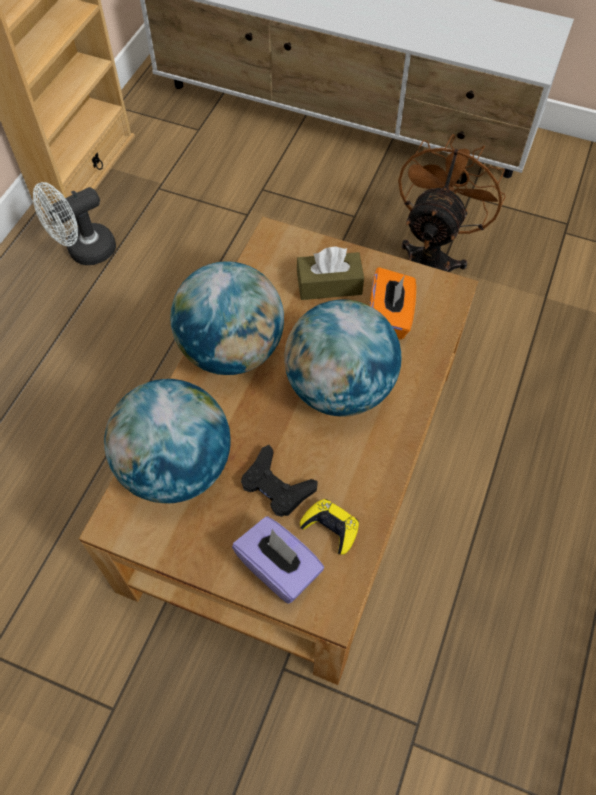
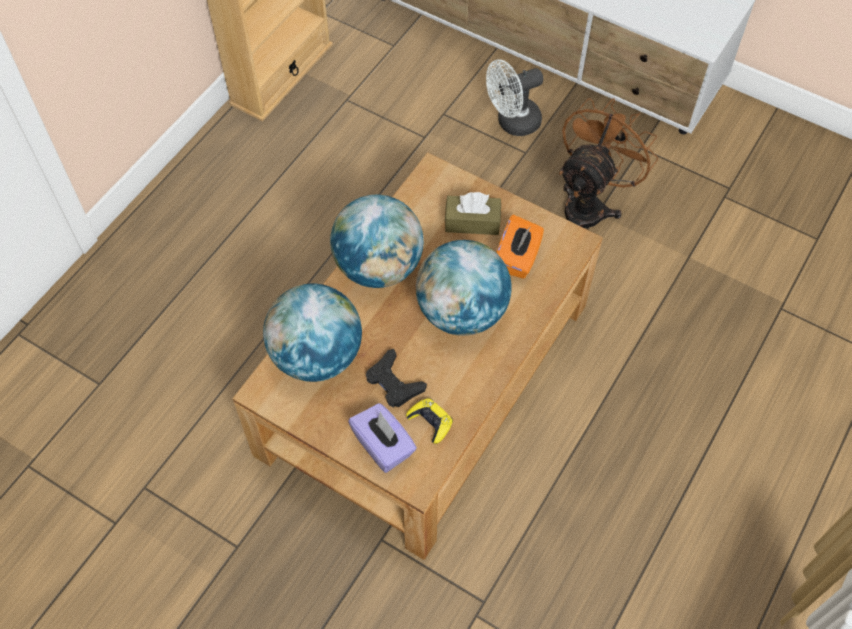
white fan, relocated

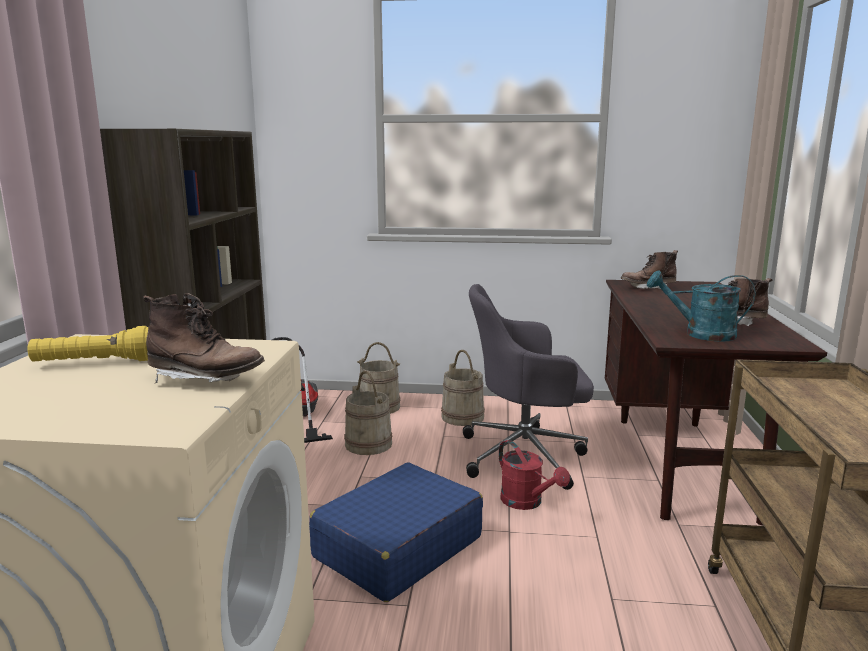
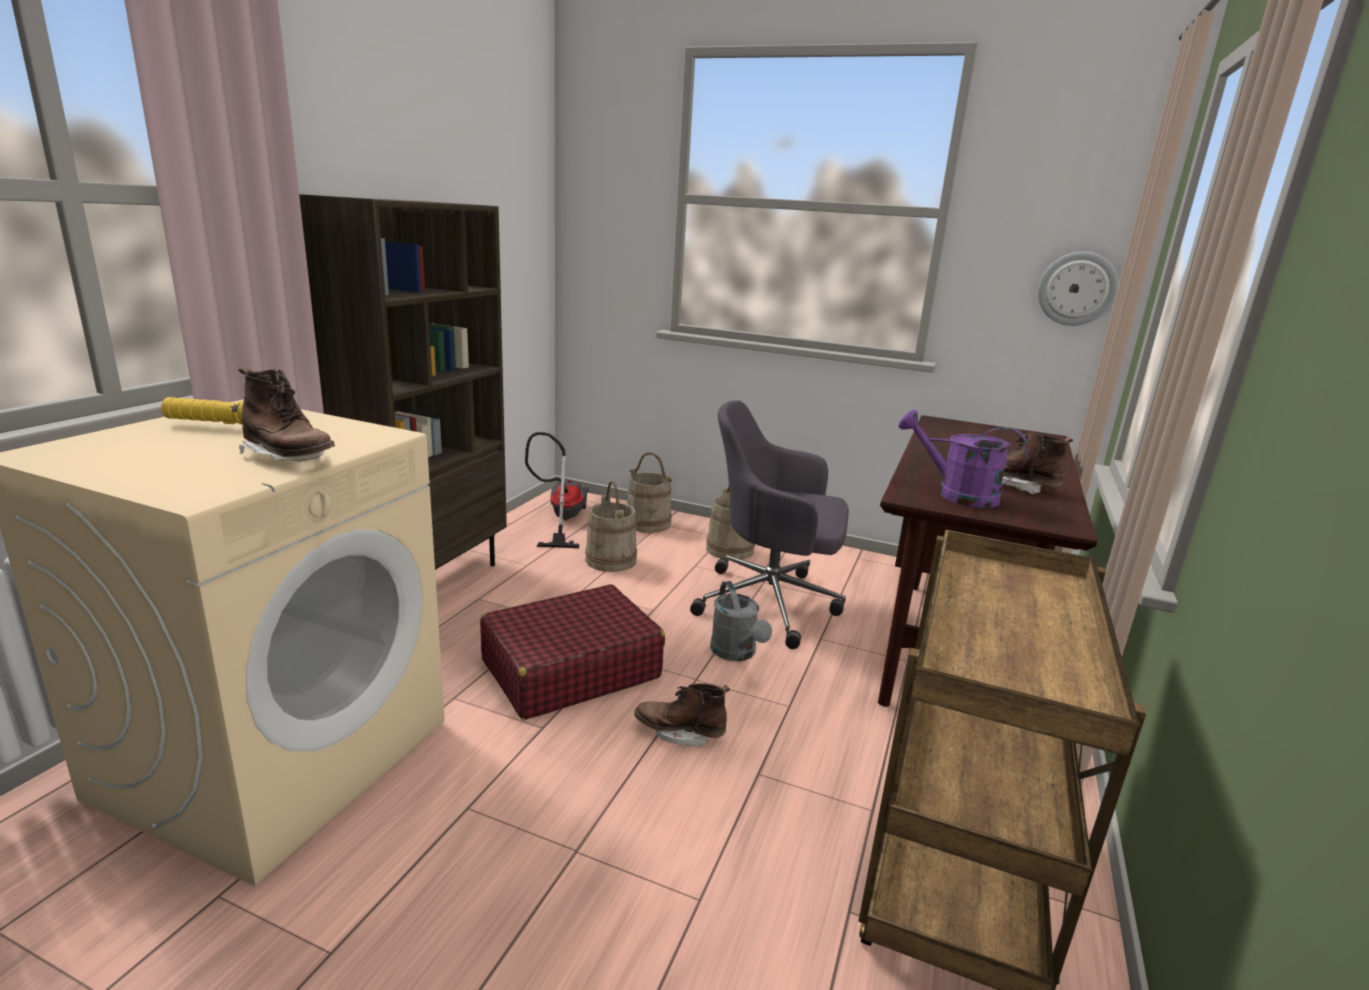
brown boot (no. 2 from left), relocated
turquoise watering can -> purple watering can
red watering can -> grey watering can
blue suitcase -> red suitcase
none -> wall clock

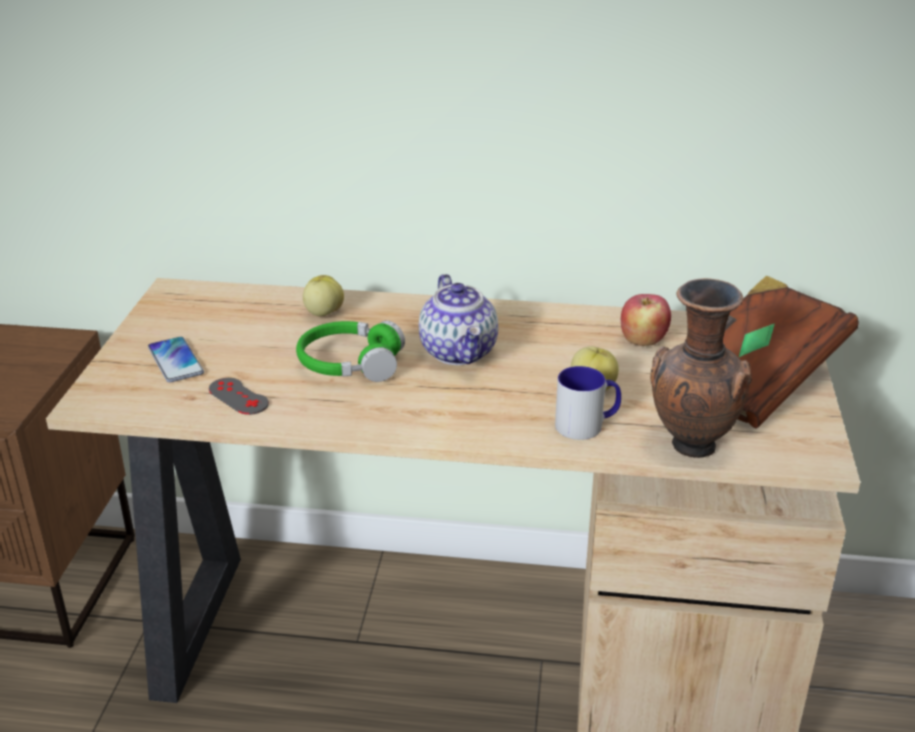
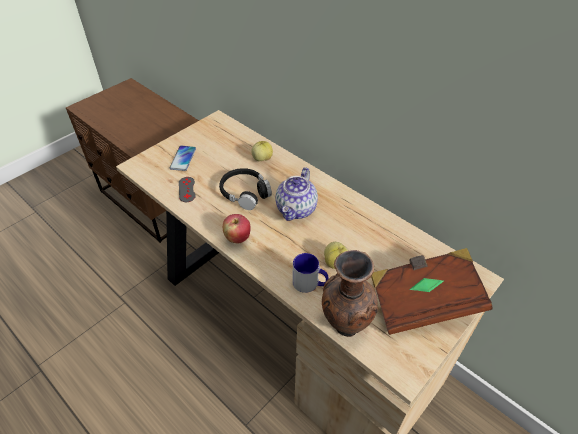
apple (no. 3 from left in the first image) -> apple (no. 1 from left), relocated
green headphones -> black headphones

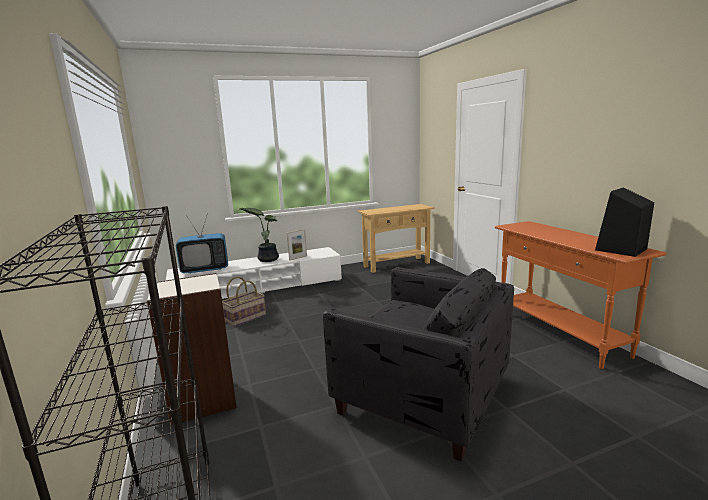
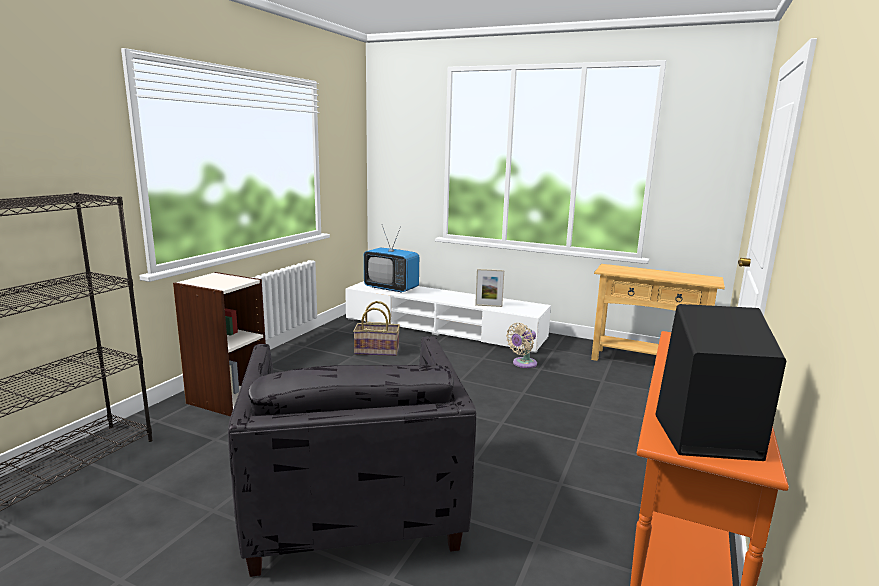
potted plant -> none
none -> beige fan

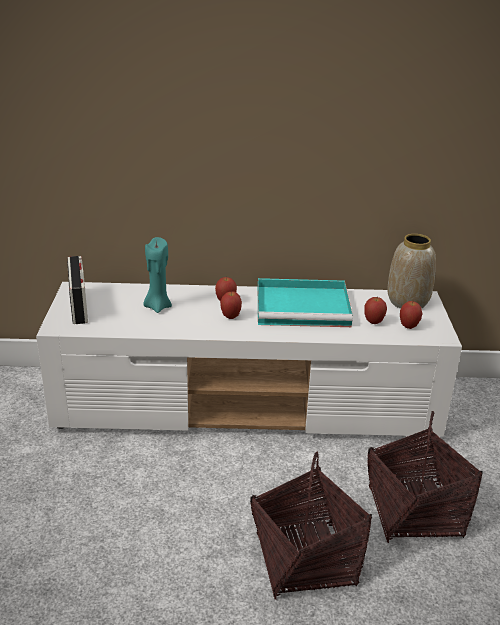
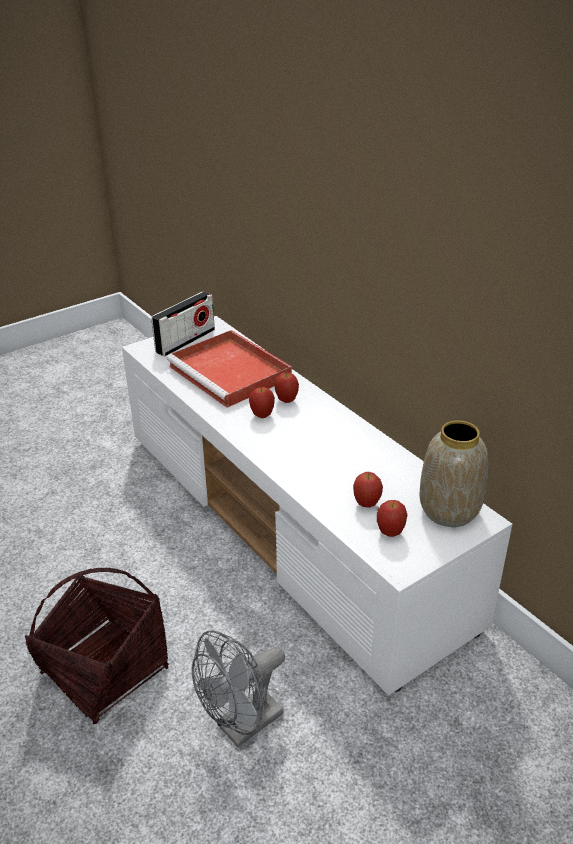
turquoise candle -> red tray
turquoise tray -> none
basket (no. 2 from left) -> grey fan

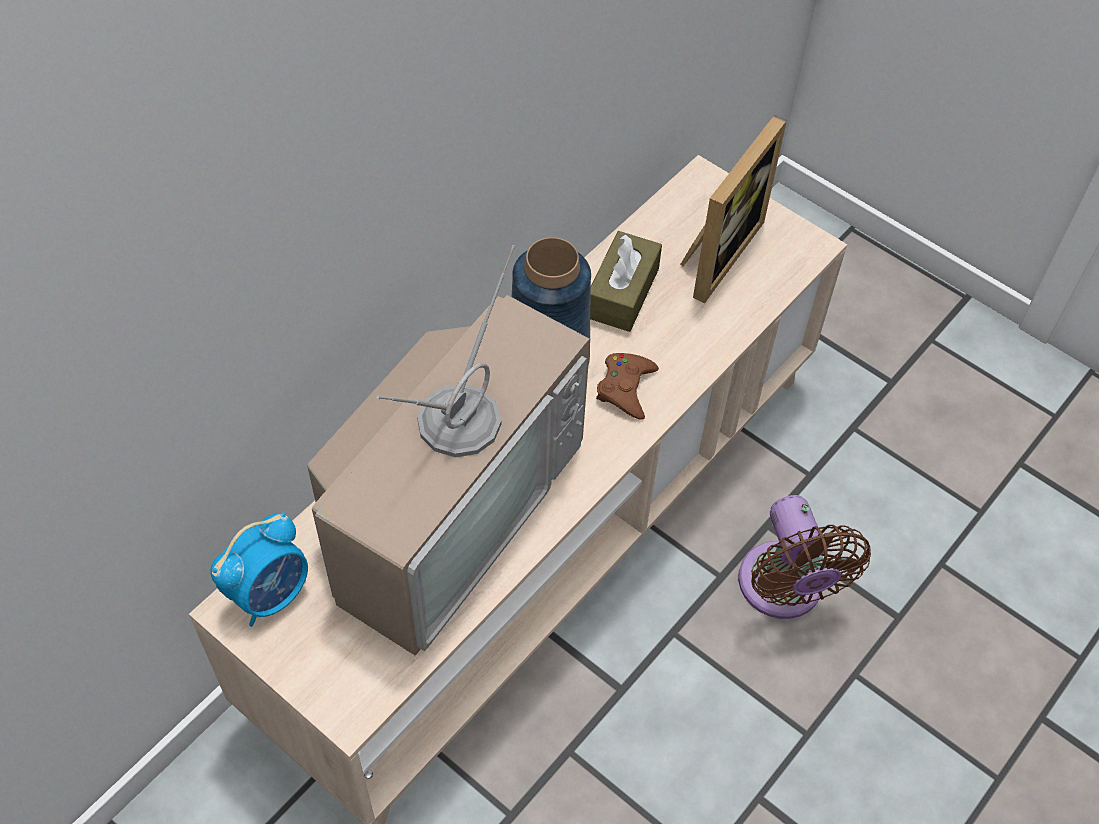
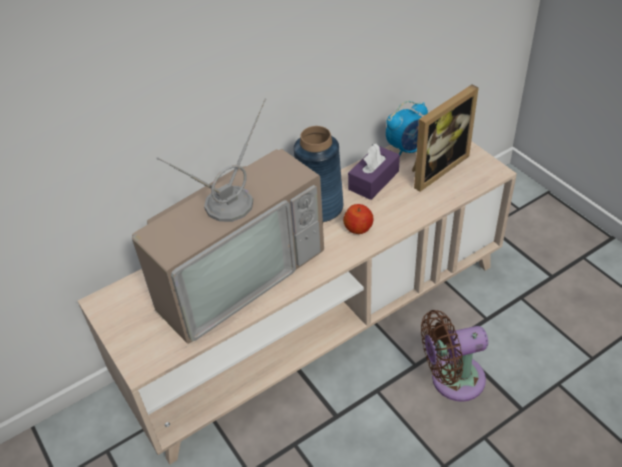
brown tissue box -> purple tissue box
brown game controller -> apple
brown fan, 75 degrees clockwise
alarm clock, relocated

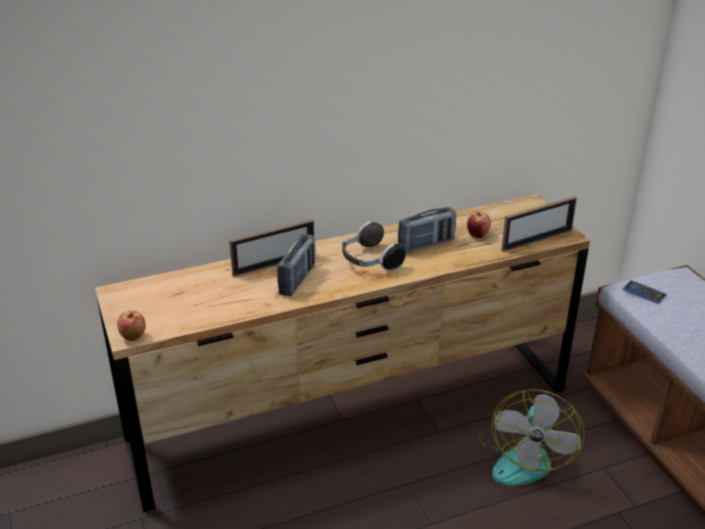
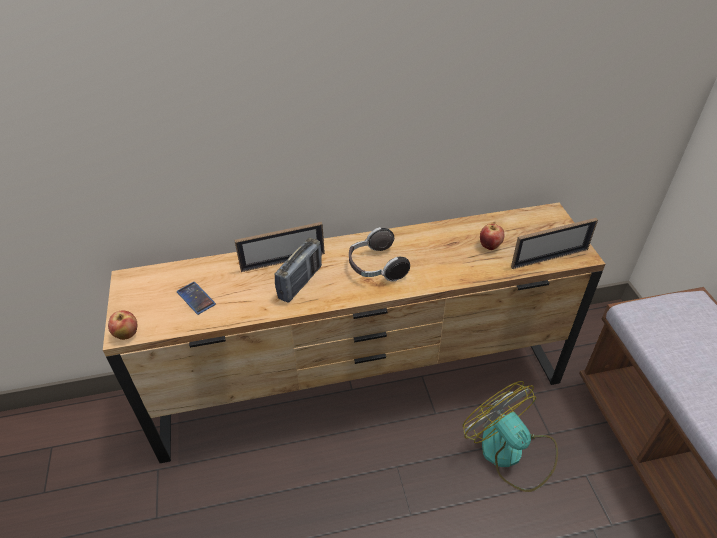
radio (no. 2 from left) -> none
phone, relocated
fan, 120 degrees clockwise

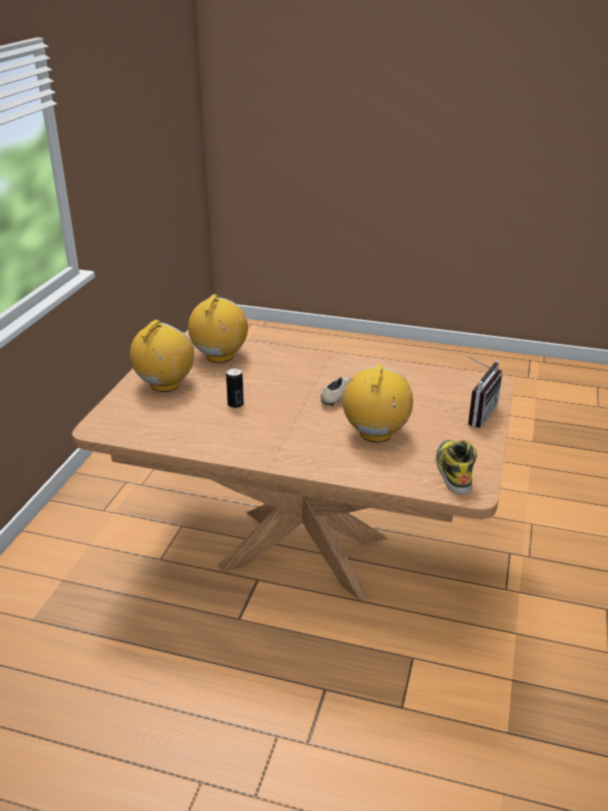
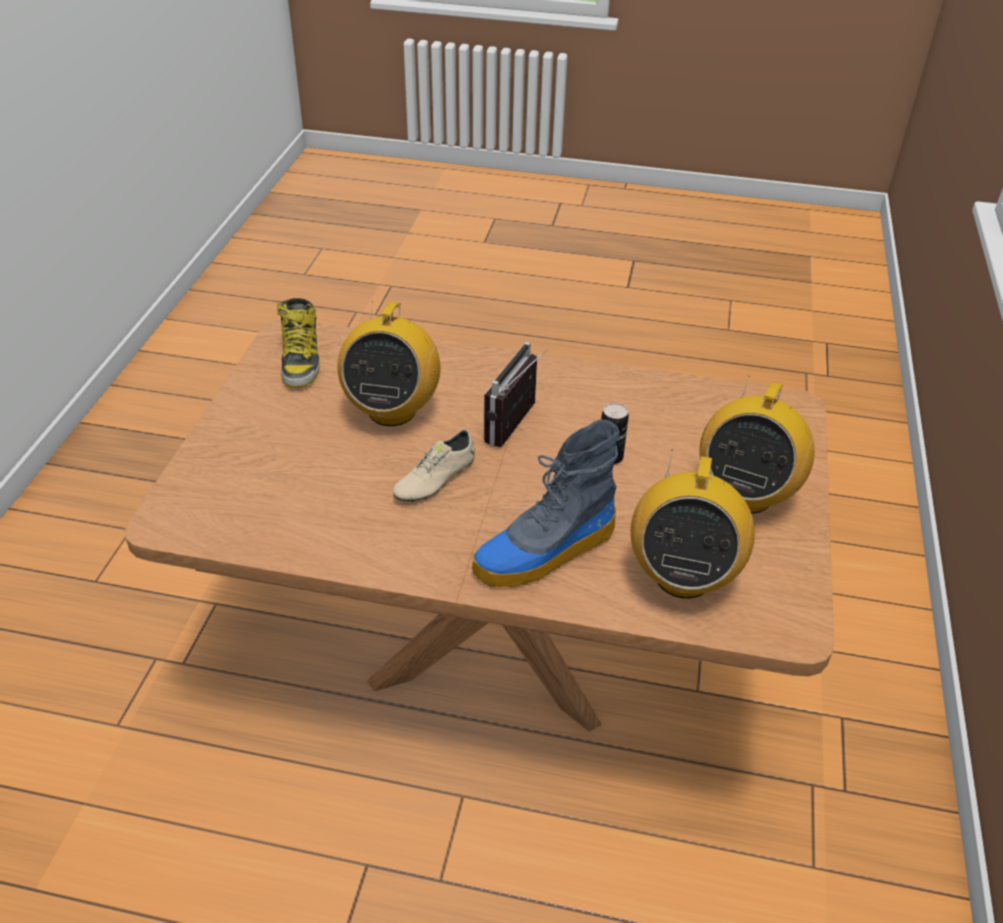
radio (no. 4 from left in the first image) -> radio (no. 2 from left), relocated
none -> boot (no. 2 from left)

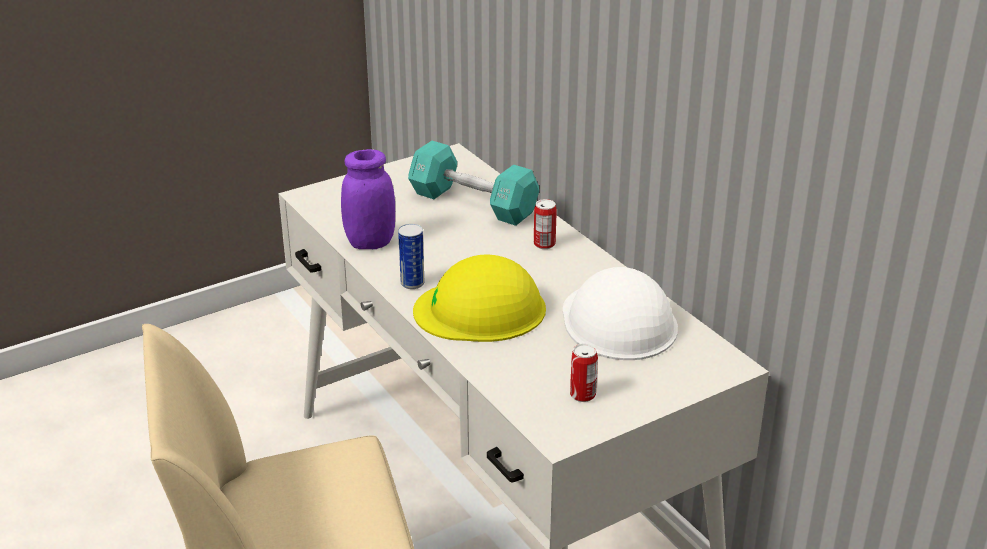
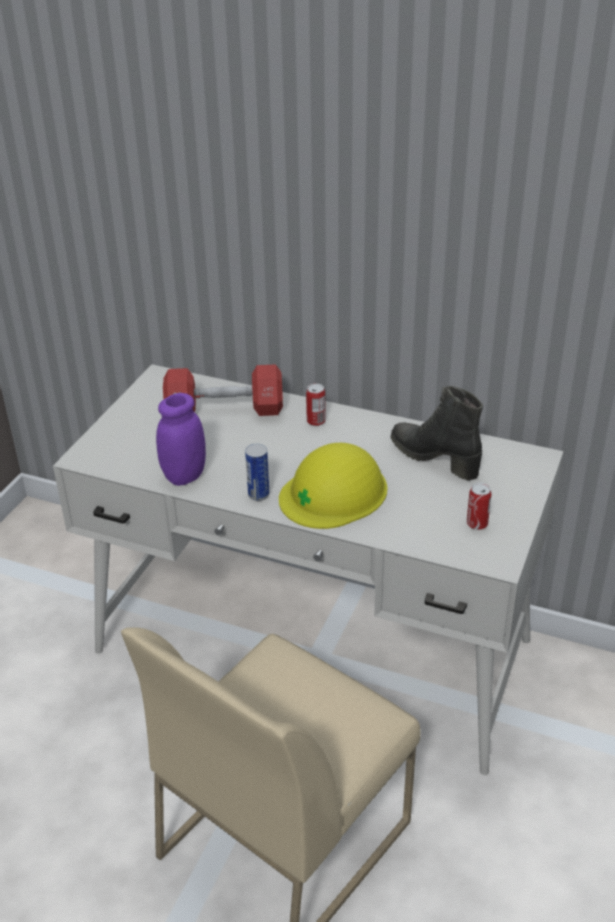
turquoise dumbbell -> red dumbbell
white hard hat -> black boot

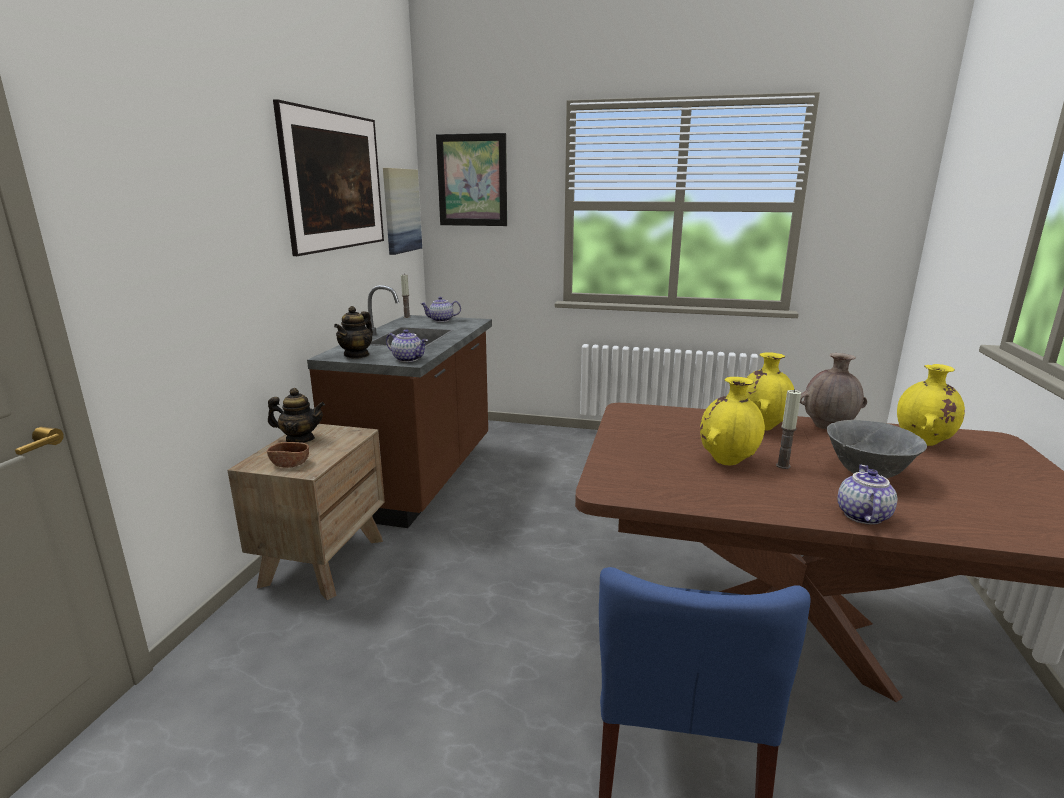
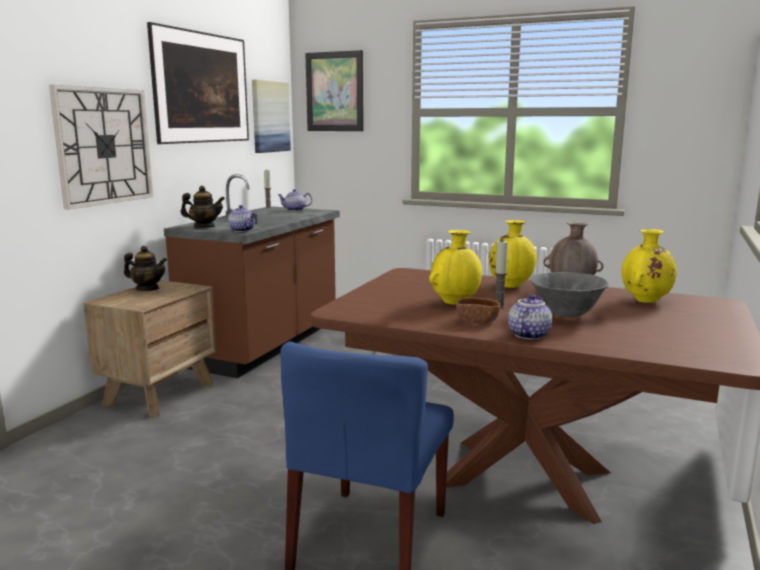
teapot (no. 2 from left), 120 degrees counterclockwise
brown bowl, relocated
none -> wall clock

